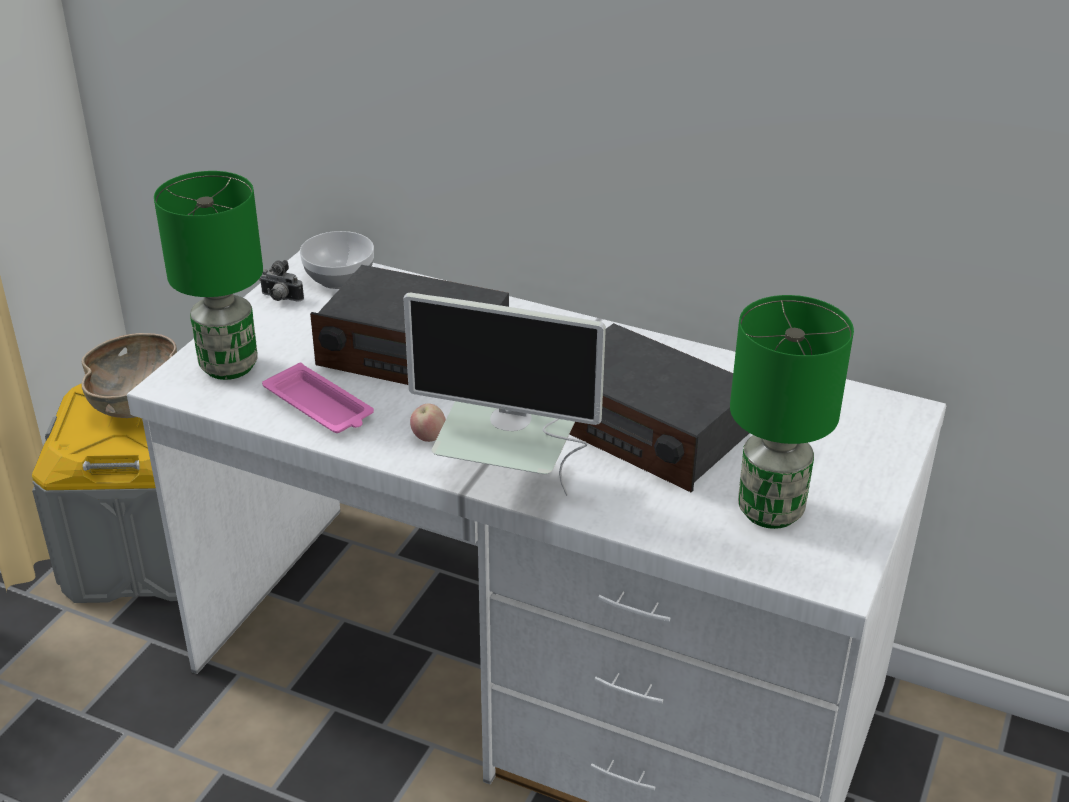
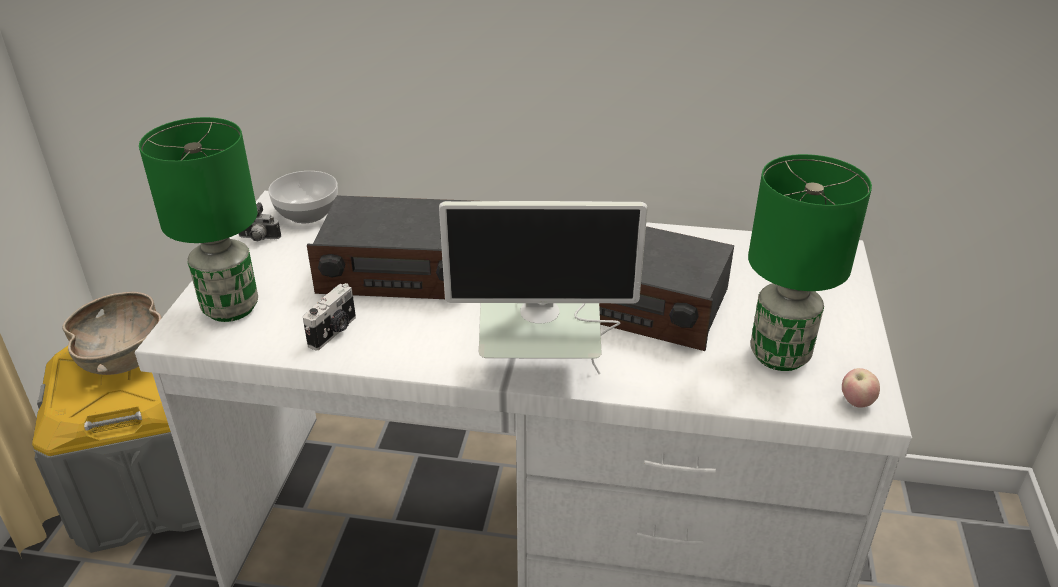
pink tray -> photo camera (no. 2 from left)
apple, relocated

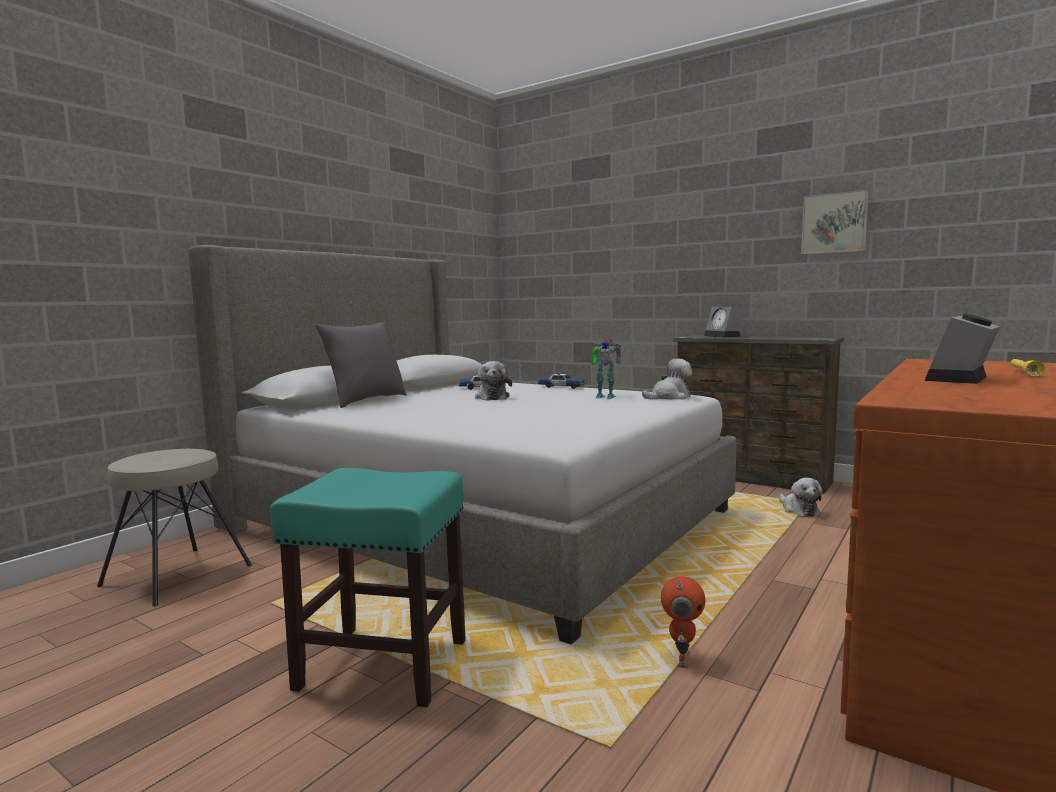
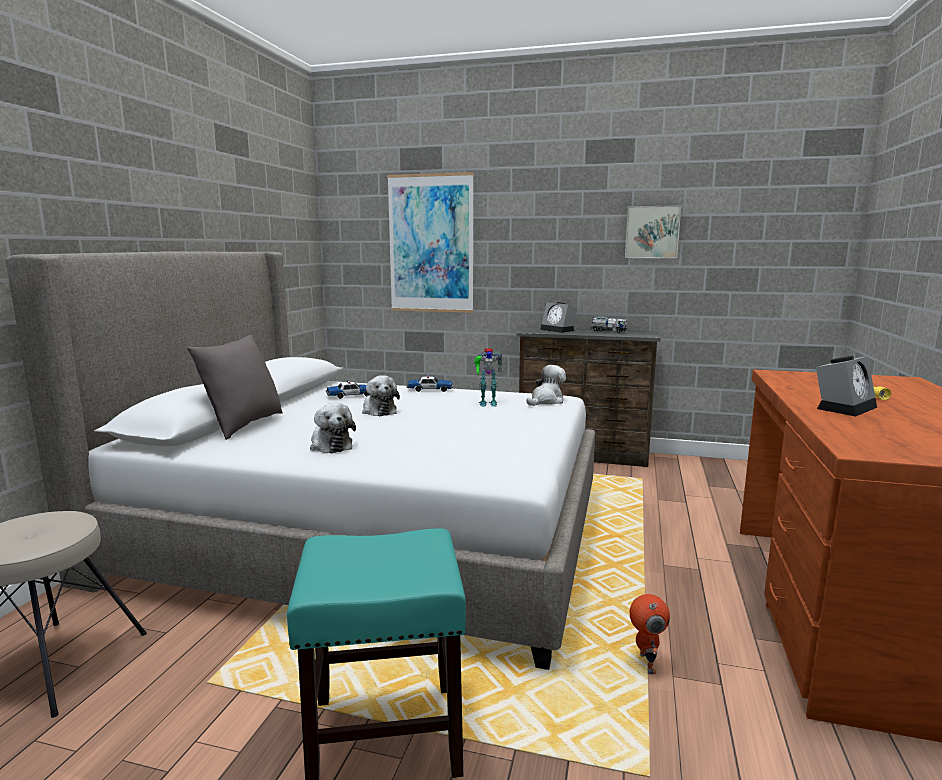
alarm clock (no. 2 from left), 150 degrees counterclockwise
plush toy (no. 3 from left in the first image) -> plush toy (no. 1 from left), relocated
none -> picture (no. 1 from left)
none -> toy truck

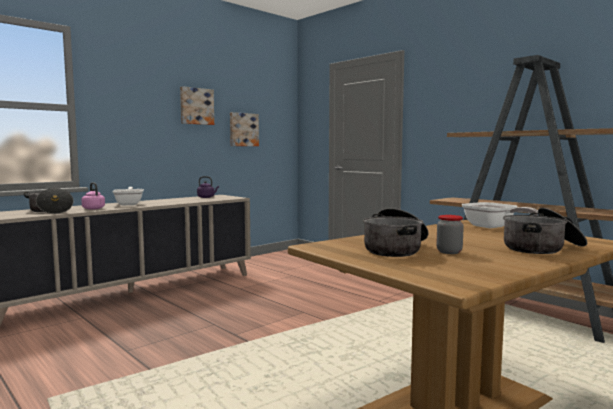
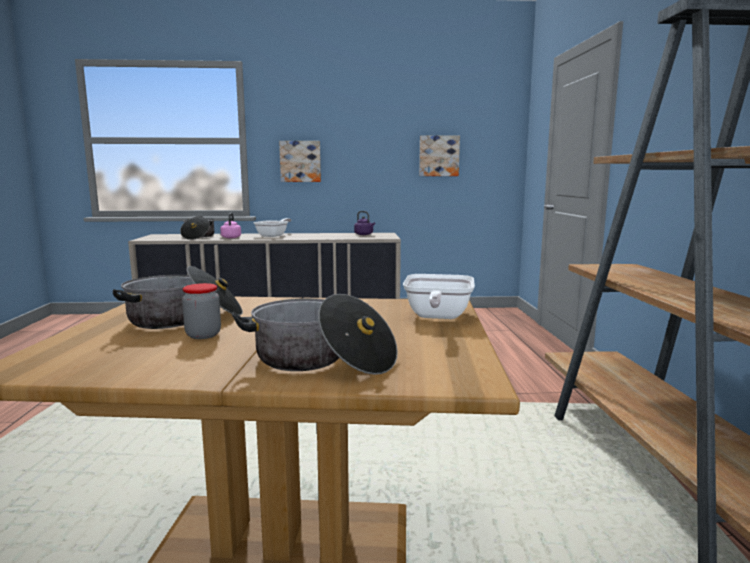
picture (no. 1 from left), relocated

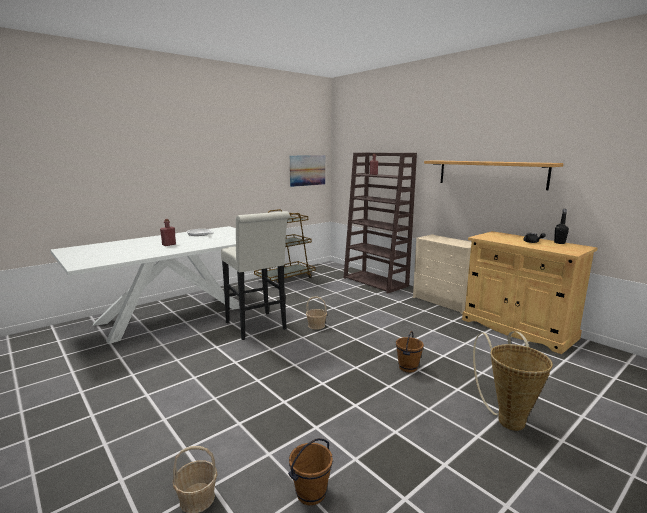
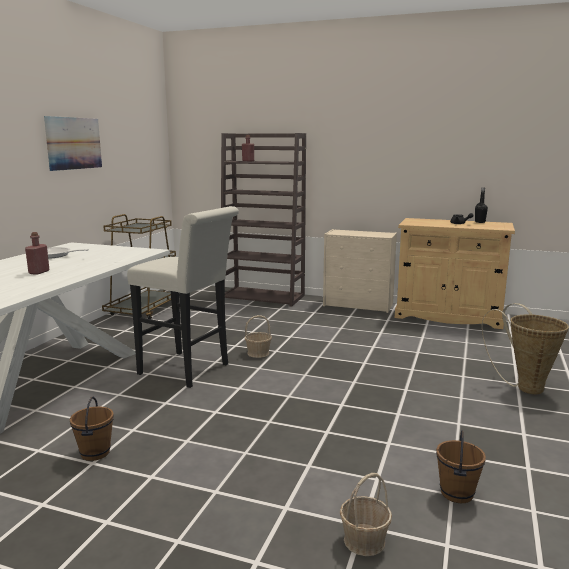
picture, relocated
shelf -> none
brown bucket (no. 2 from left in the first image) -> brown bucket (no. 1 from left), relocated

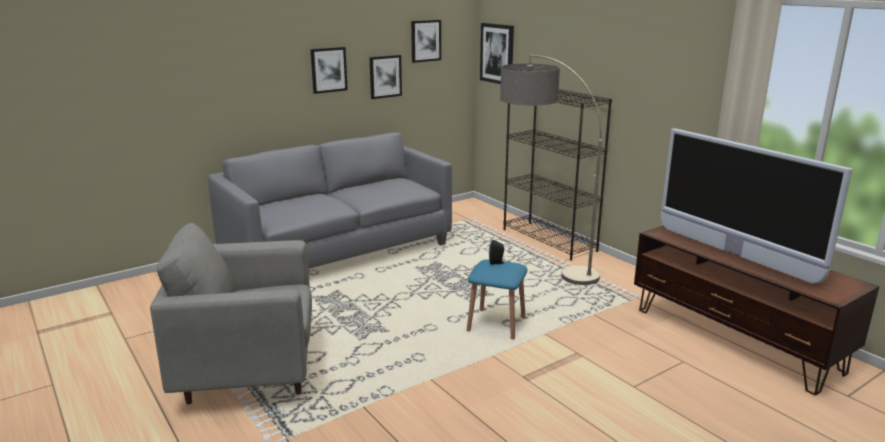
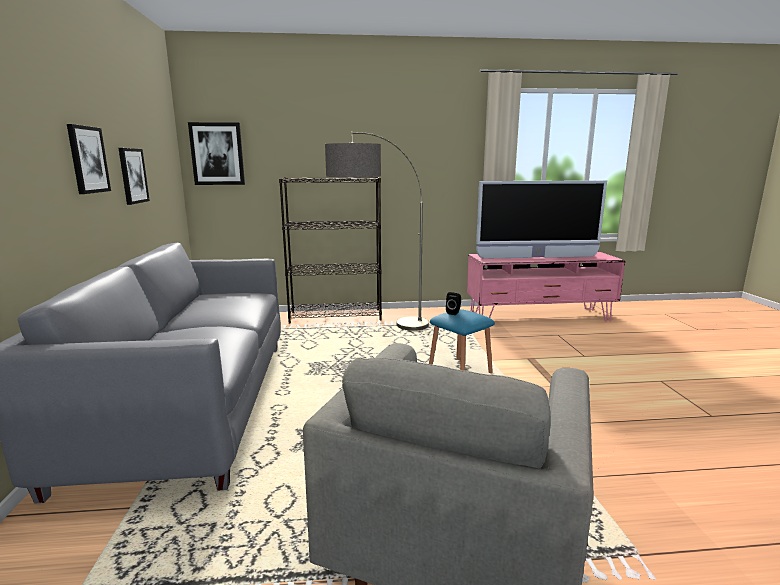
picture (no. 3 from left) -> none
brown tv stand -> pink tv stand

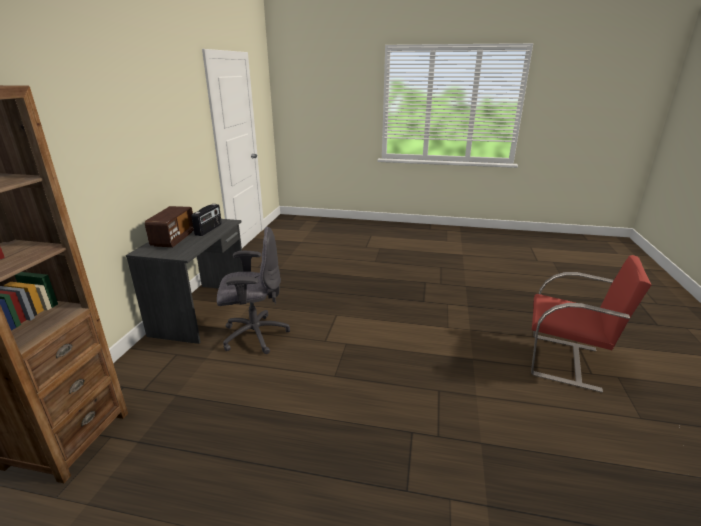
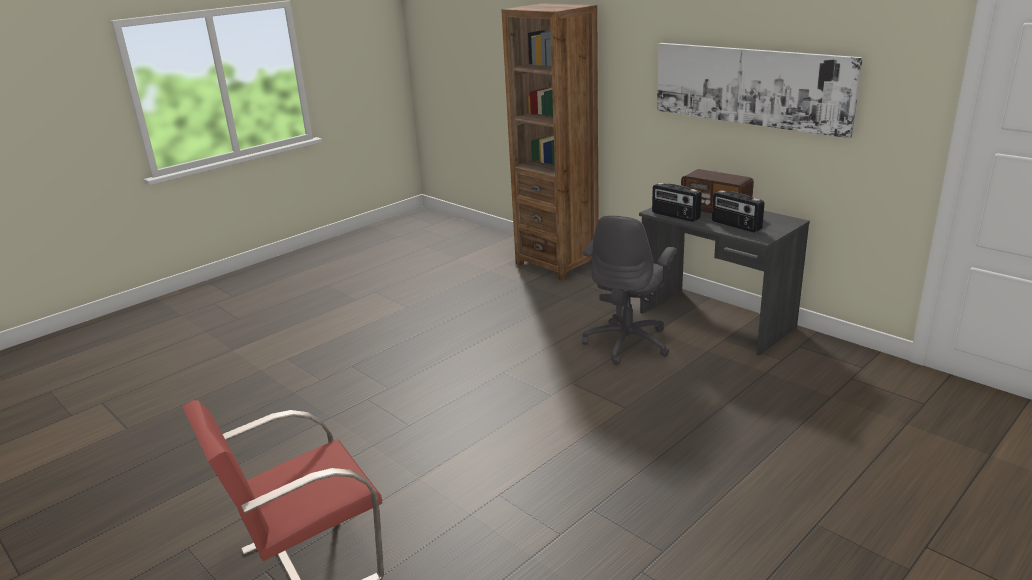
none -> picture
none -> radio (no. 1 from left)

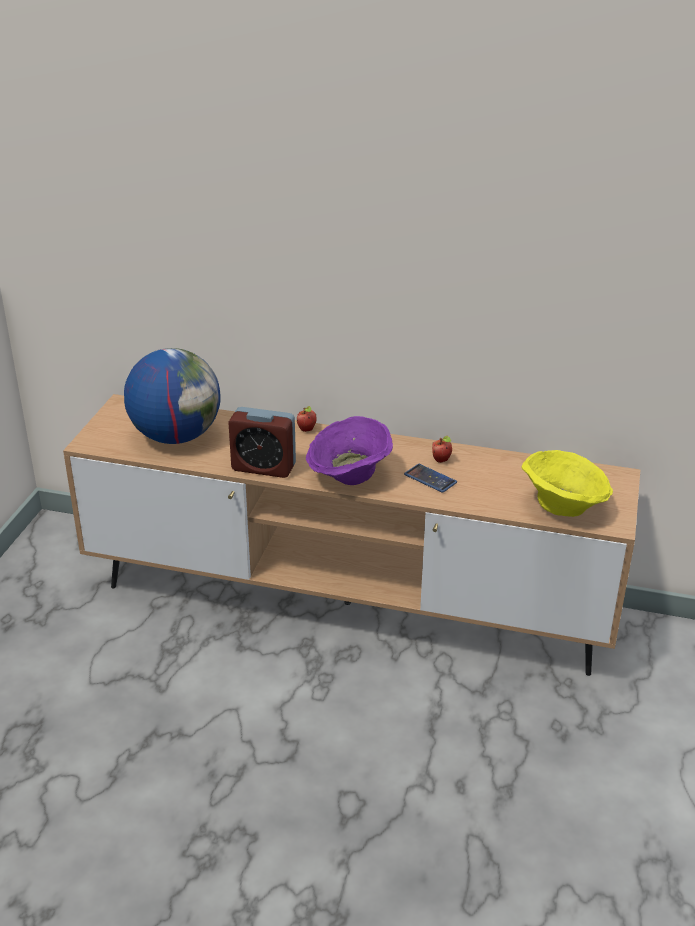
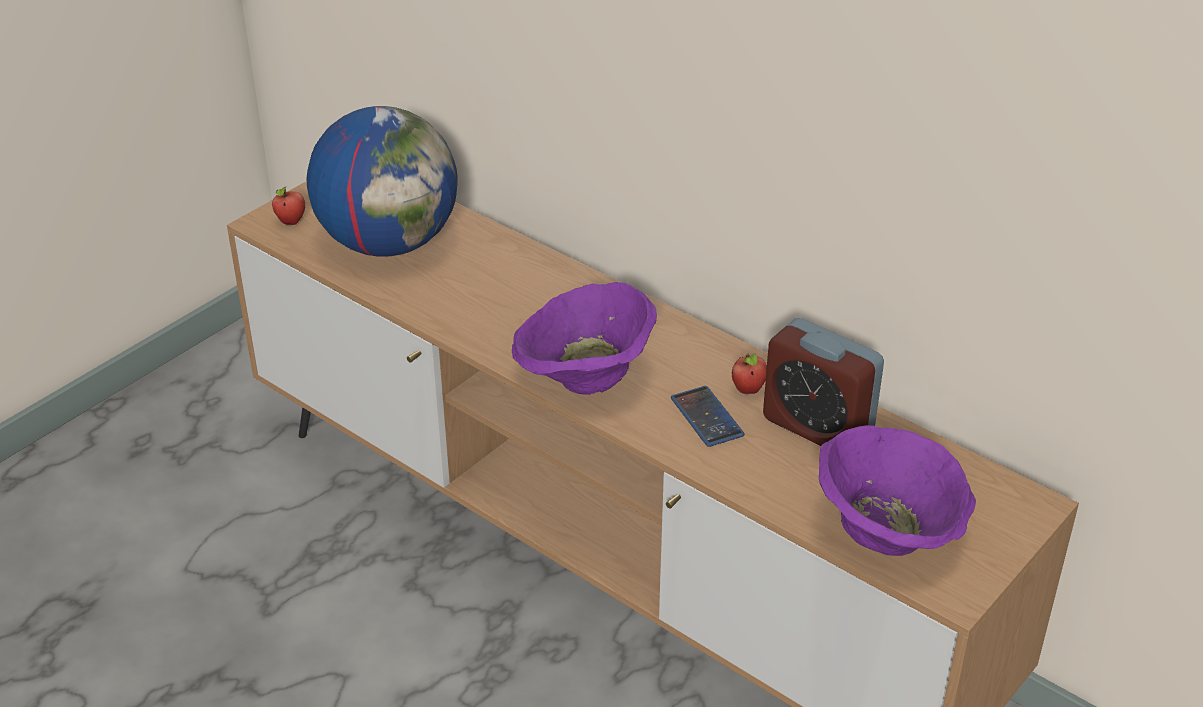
apple (no. 1 from left), relocated
alarm clock, relocated
yellow bowl -> purple bowl (no. 2 from left)

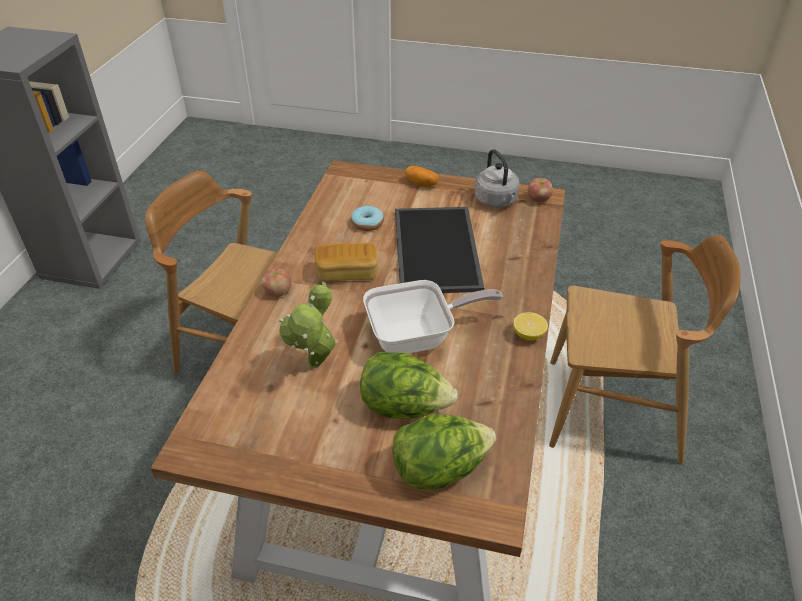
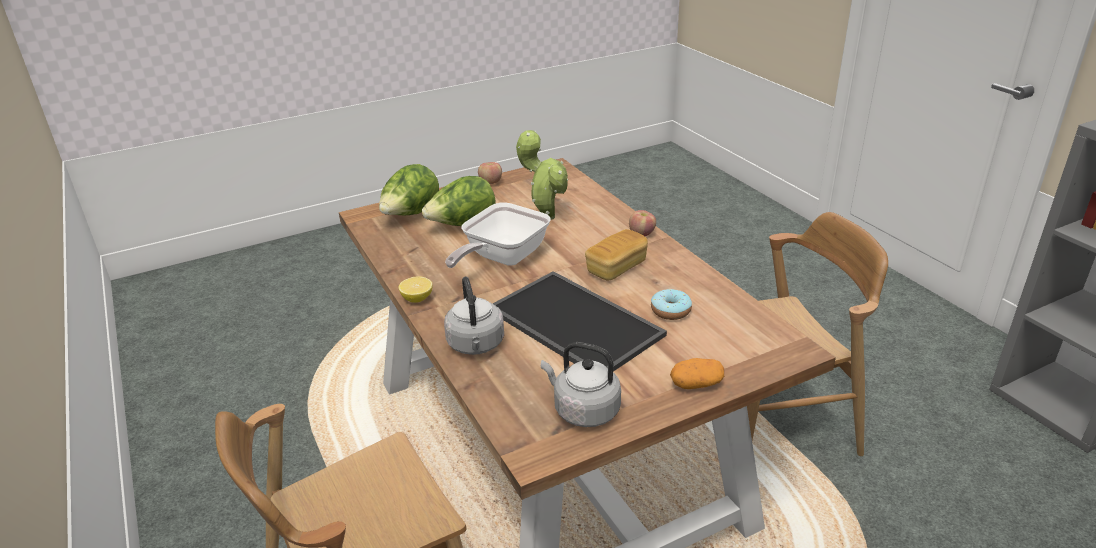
apple (no. 2 from left in the first image) -> apple (no. 1 from left), relocated
none -> grey kettle (no. 1 from left)

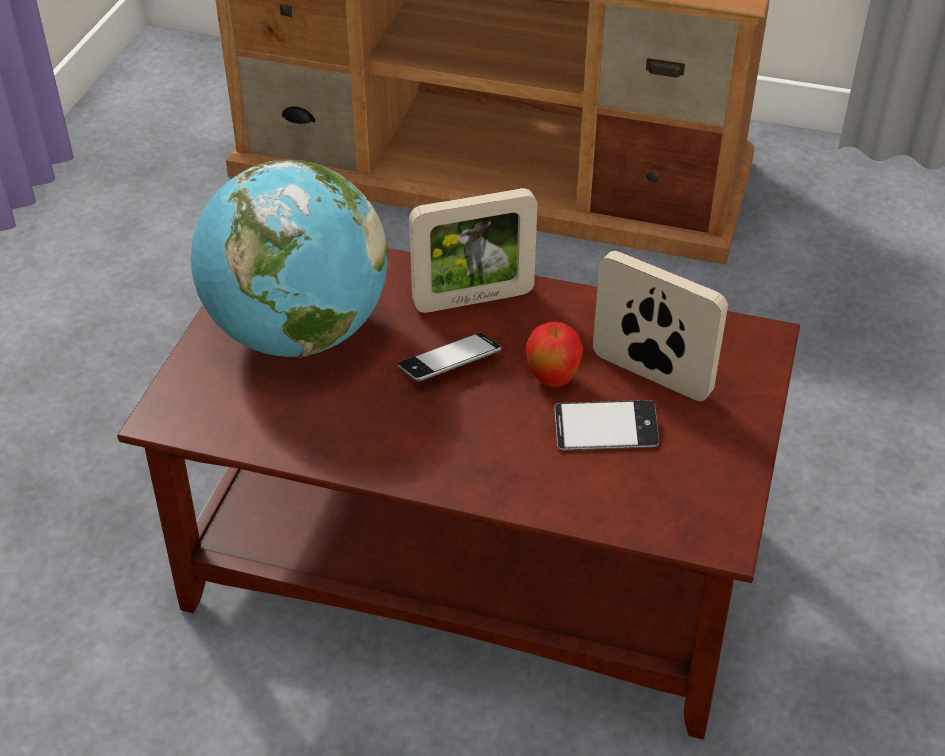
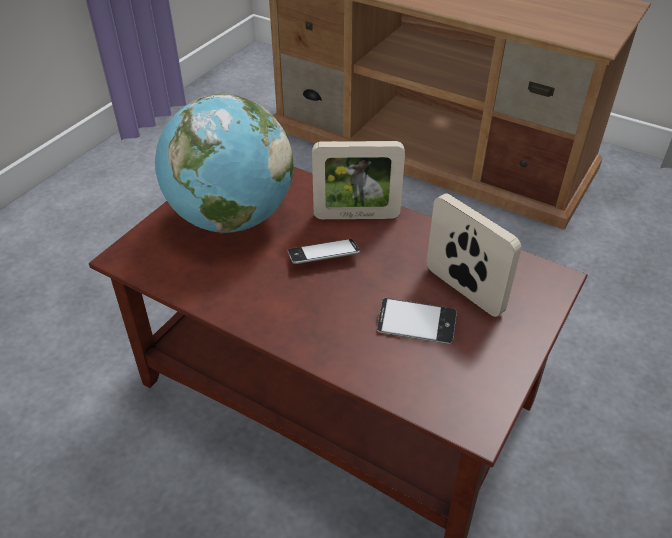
apple -> none

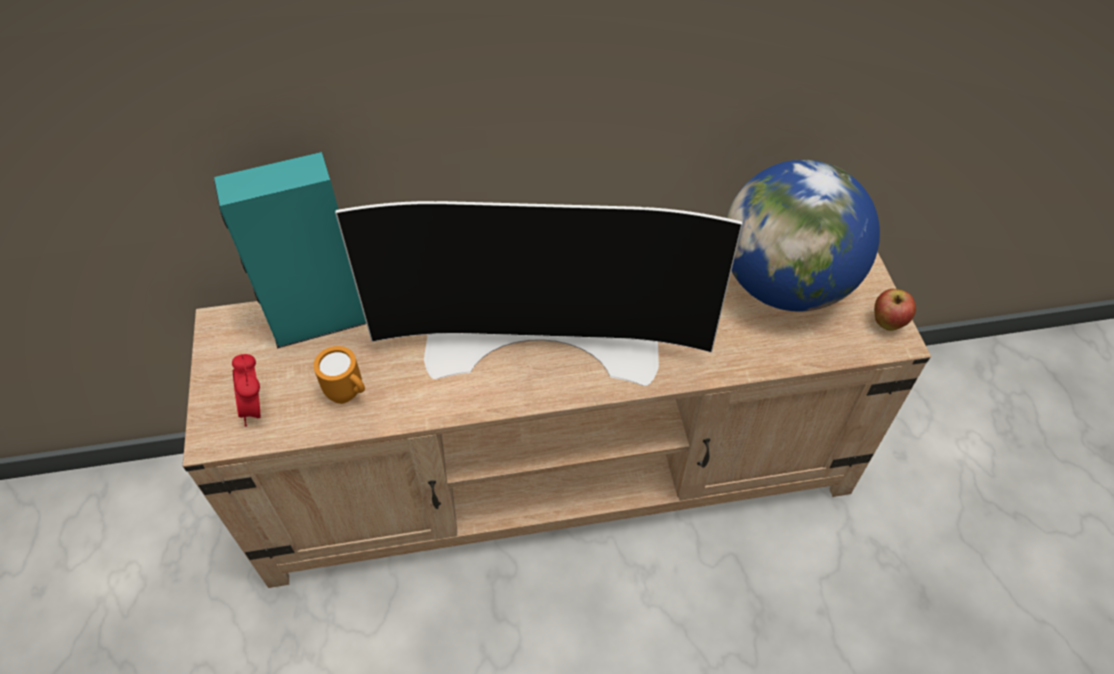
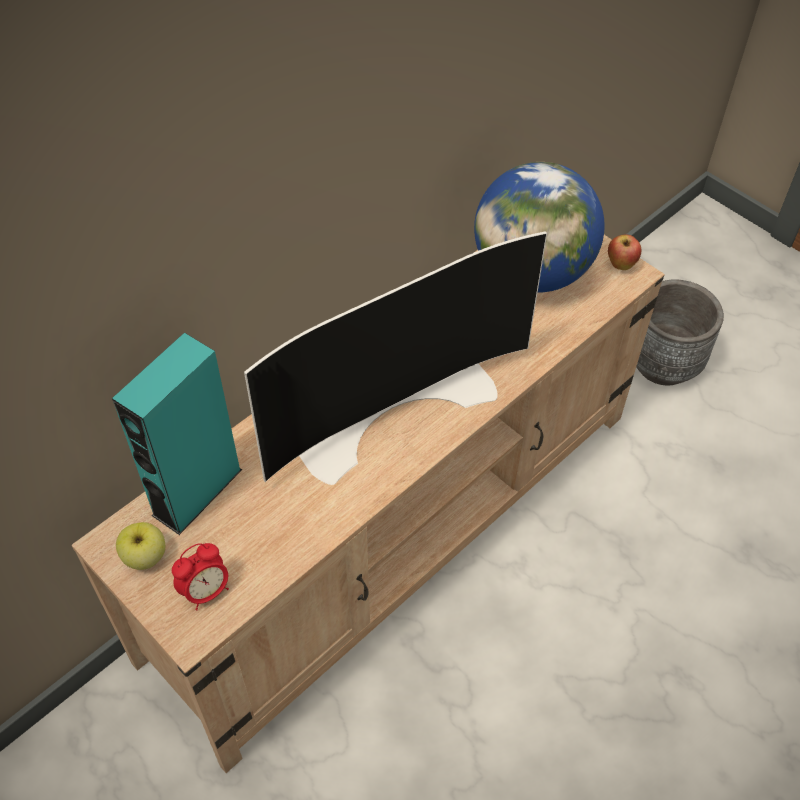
orange mug -> none
alarm clock, 75 degrees counterclockwise
none -> grey planter
none -> apple (no. 1 from left)

